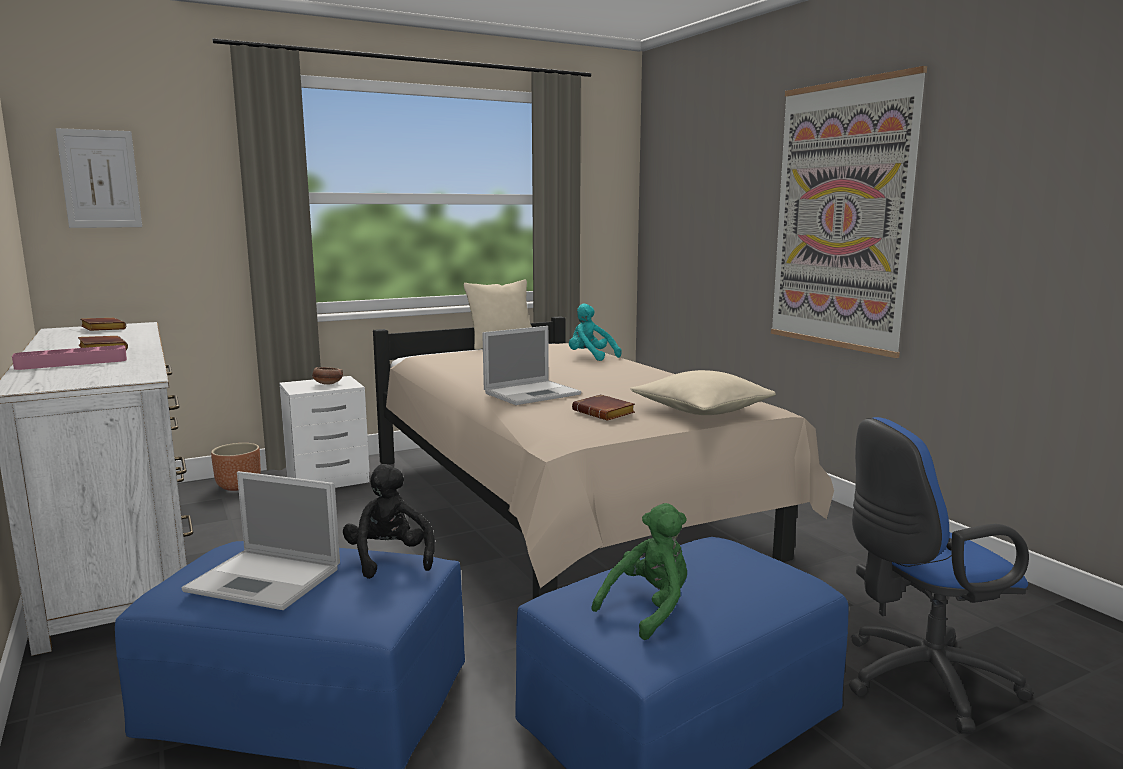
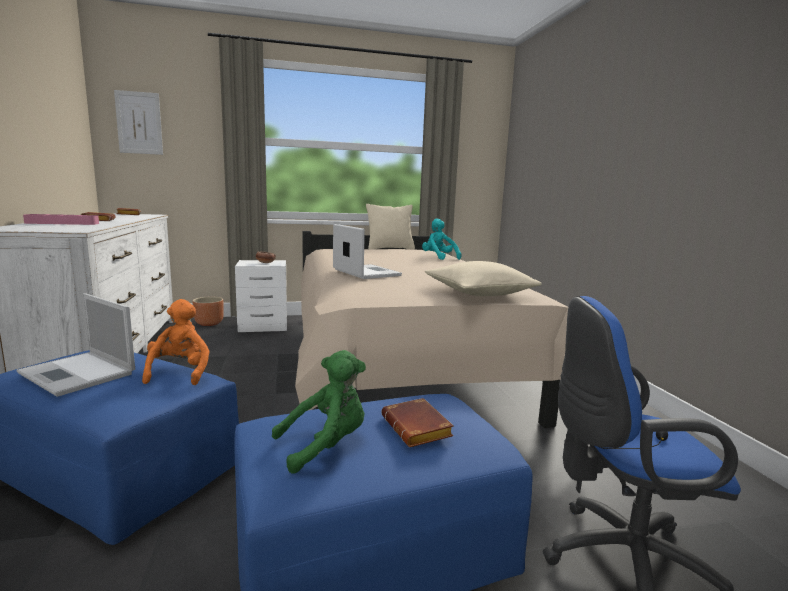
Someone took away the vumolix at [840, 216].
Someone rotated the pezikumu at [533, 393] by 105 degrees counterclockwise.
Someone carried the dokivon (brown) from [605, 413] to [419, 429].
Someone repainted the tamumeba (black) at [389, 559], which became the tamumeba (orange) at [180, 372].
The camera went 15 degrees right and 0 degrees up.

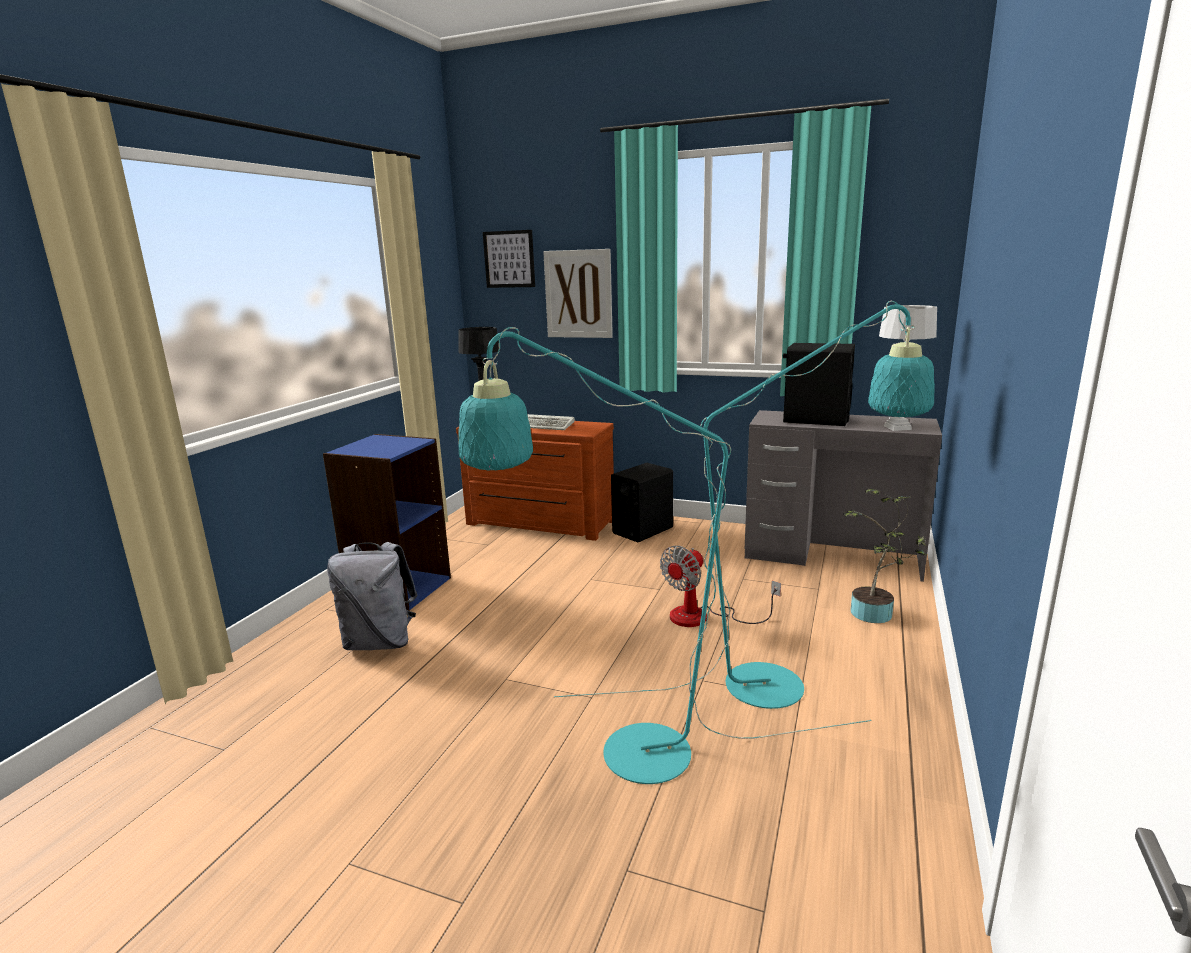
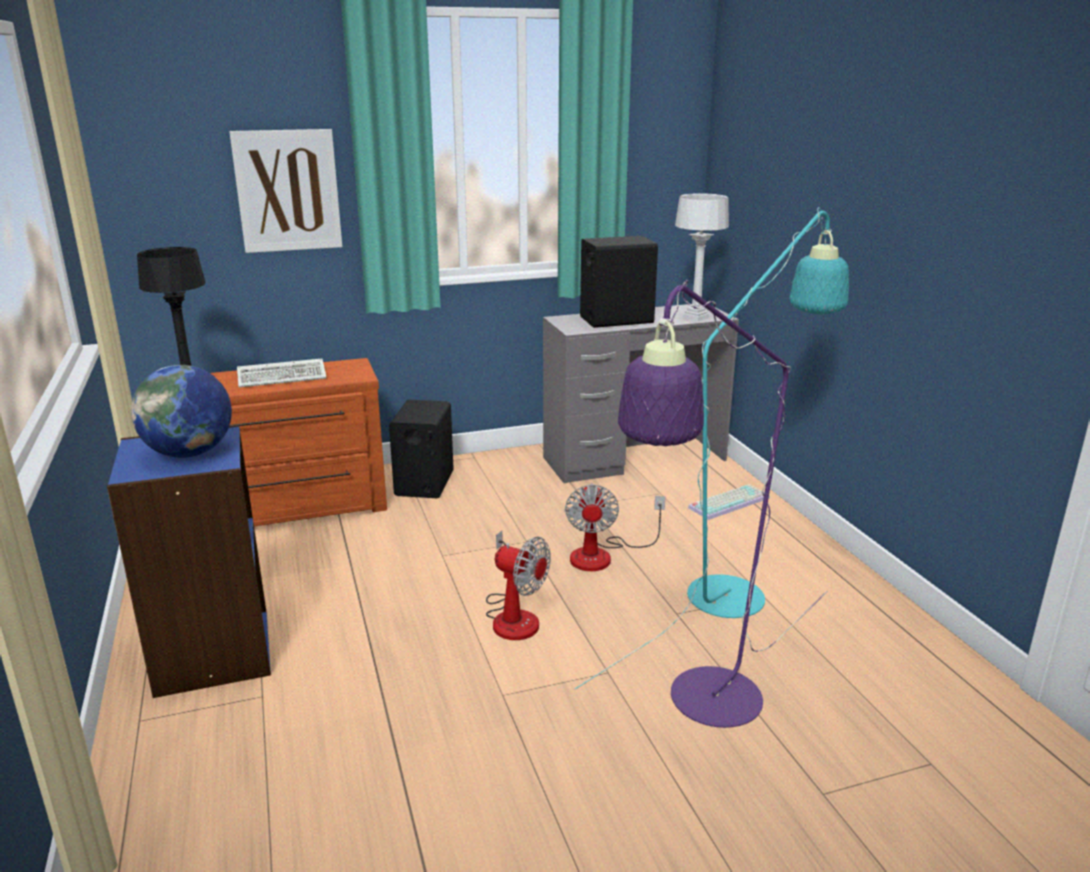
Someone took away the vumolix at [509, 259].
Someone repainted the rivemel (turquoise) at [623, 756], which became the rivemel (purple) at [703, 709].
Someone swapped the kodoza at [876, 614] for the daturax at [728, 502].
Someone took away the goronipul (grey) at [380, 642].
Someone put down the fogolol at [189, 453].
Someone put down the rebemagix at [513, 615].
The camera went 40 degrees left and 5 degrees up.

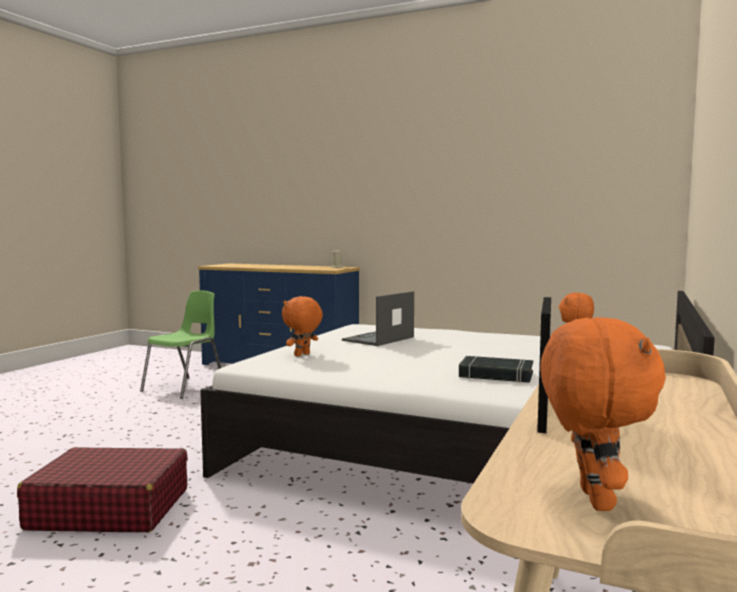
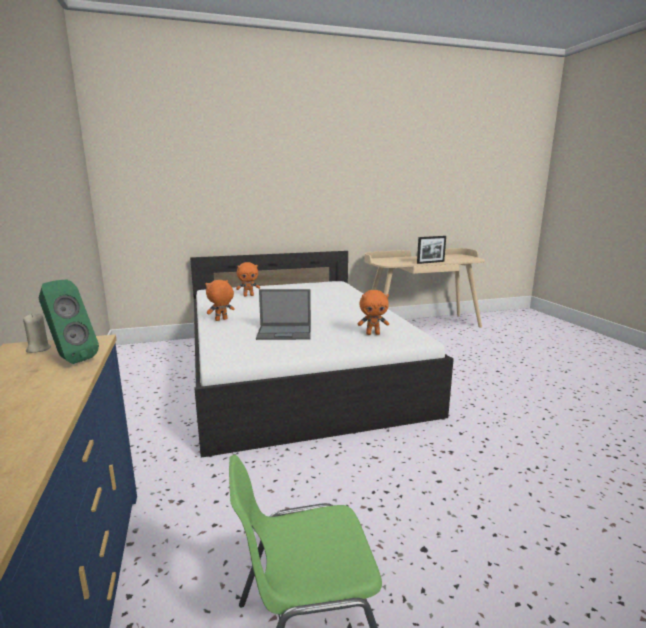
Someone carried the tamumeba (orange) from [591, 499] to [221, 320].
Someone took away the dokivon (black) at [496, 375].
Someone took away the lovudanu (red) at [109, 509].
Someone put down the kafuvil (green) at [70, 359].
The camera went 130 degrees left and 10 degrees up.

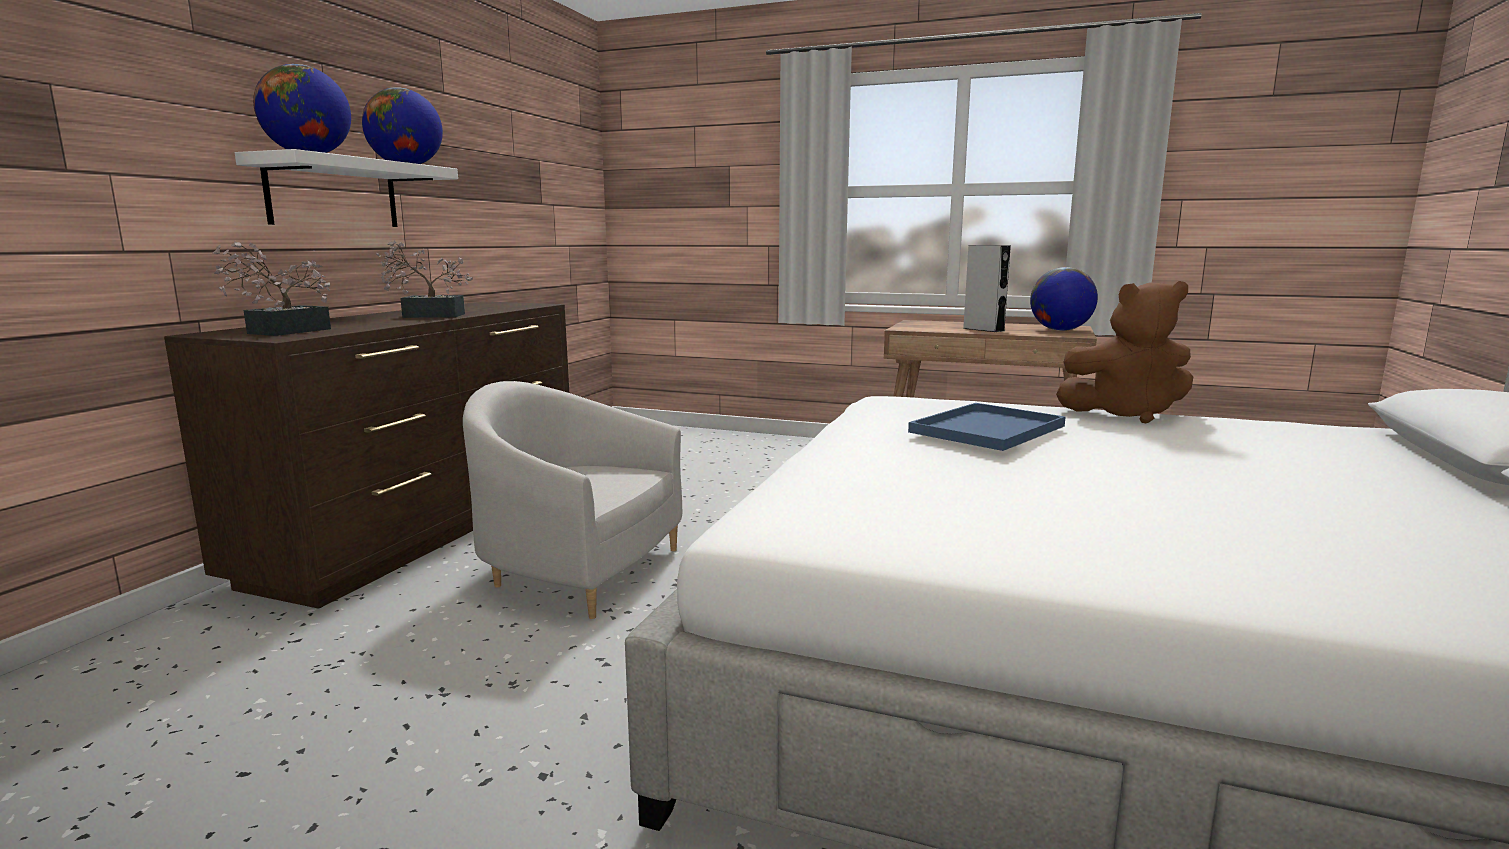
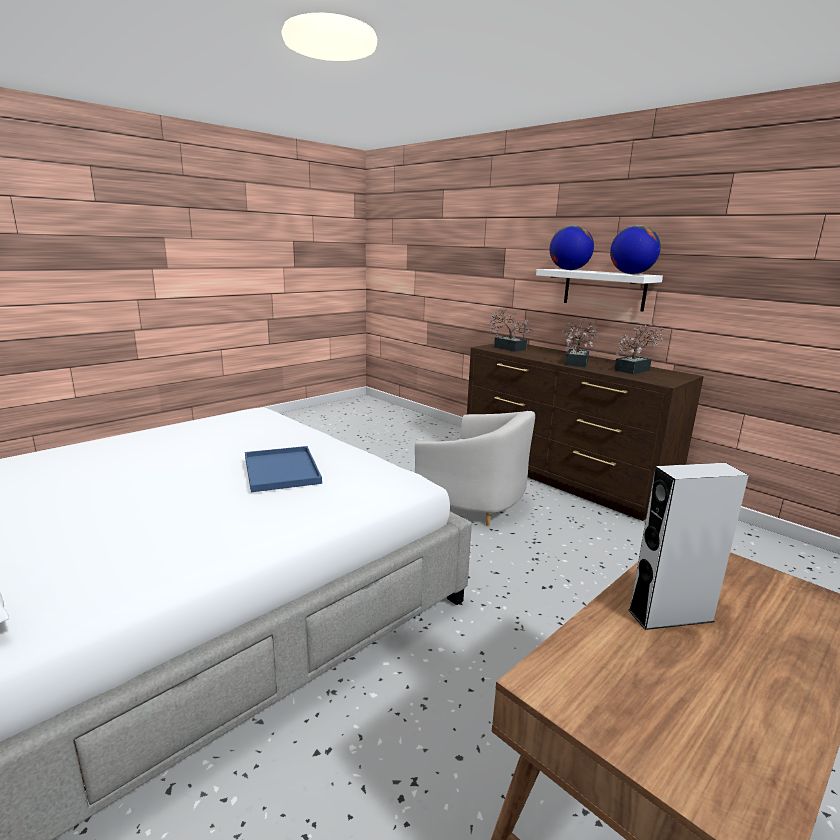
Someone took away the fogolol at [1060, 330].
Someone took away the tamumeba (brown) at [1125, 414].
Someone rotated the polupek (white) at [577, 570] by 75 degrees clockwise.
Someone put down the kodoza at [634, 369].
The camera went 115 degrees right and 5 degrees up.

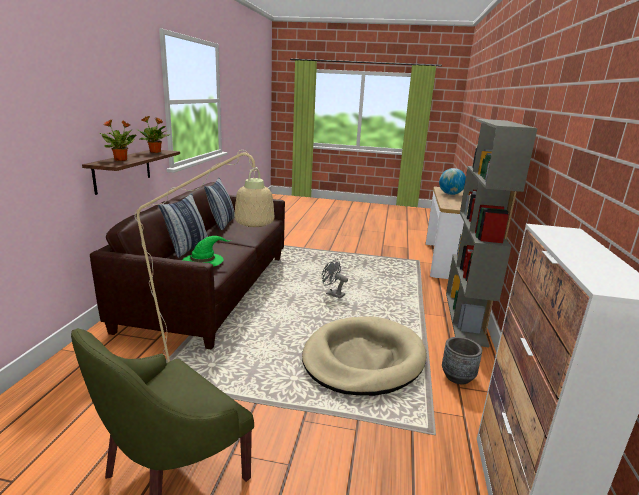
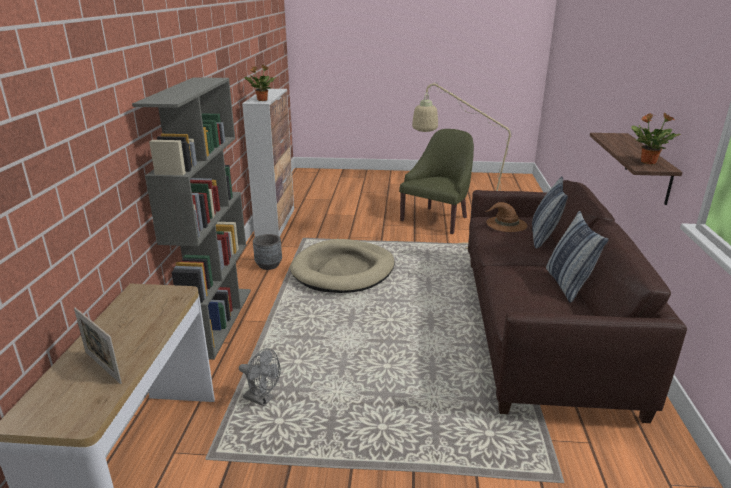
Someone carried the kodoza from [121, 160] to [262, 100].
Someone swapped the fogolol at [450, 194] for the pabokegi at [103, 367].
Someone repainted the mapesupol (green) at [203, 260], which became the mapesupol (brown) at [506, 224].
Someone carried the rebemagix (grey) from [332, 294] to [262, 399].
The camera went 175 degrees right and 5 degrees up.

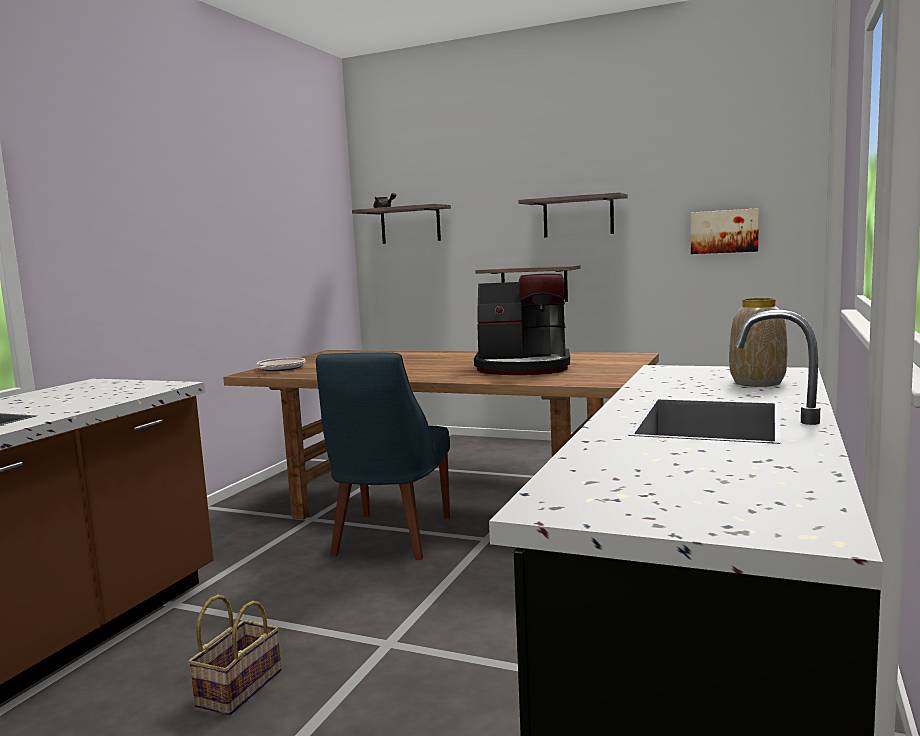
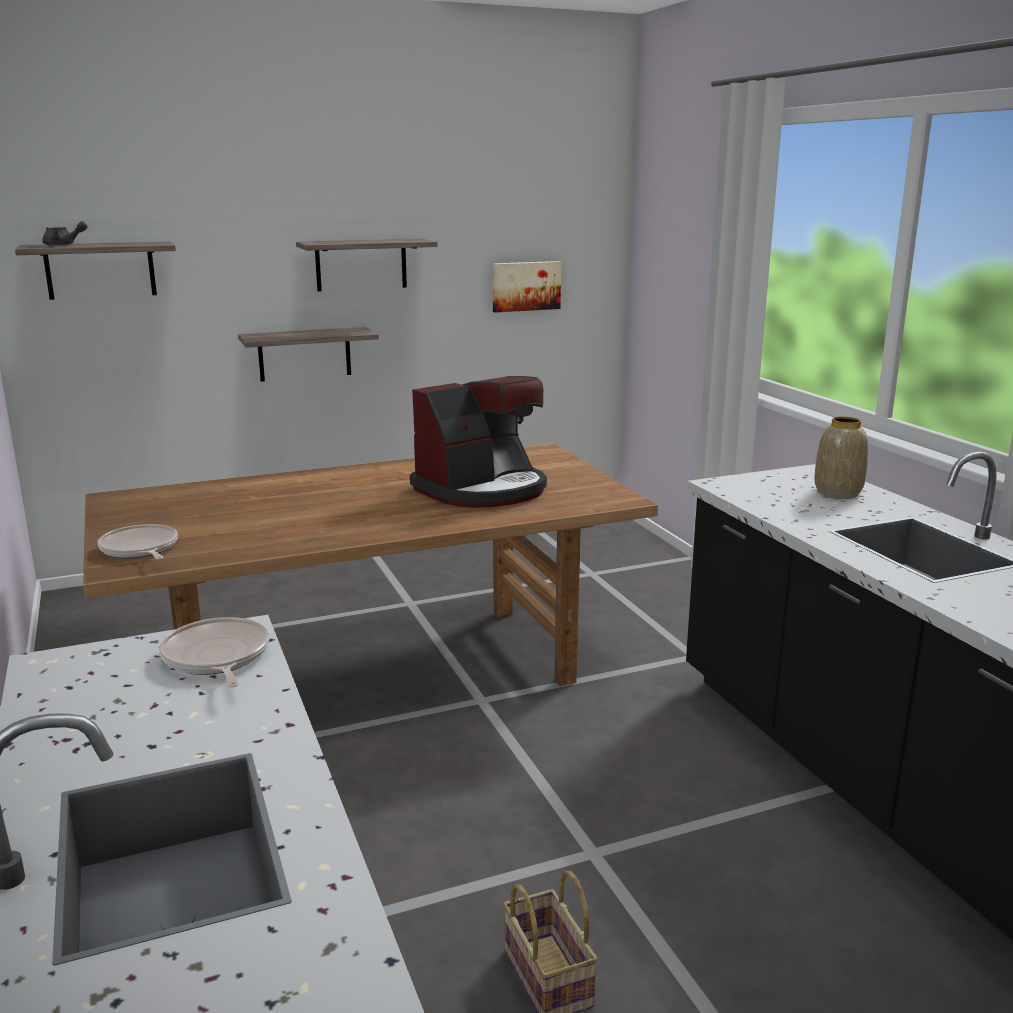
Someone took away the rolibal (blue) at [389, 538].
Someone put down the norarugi at [216, 658].
The camera went 45 degrees left and 10 degrees up.

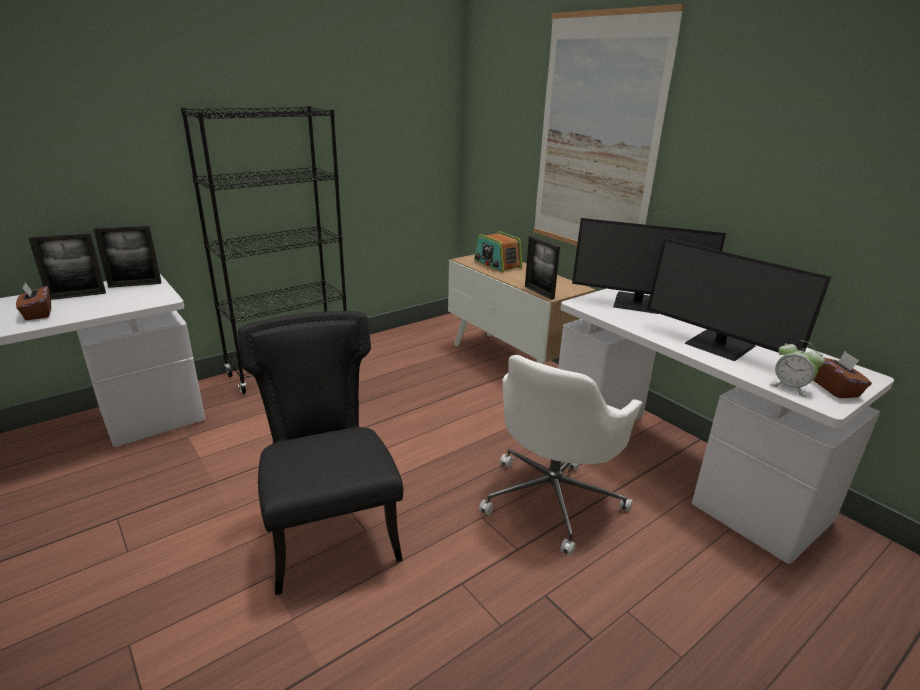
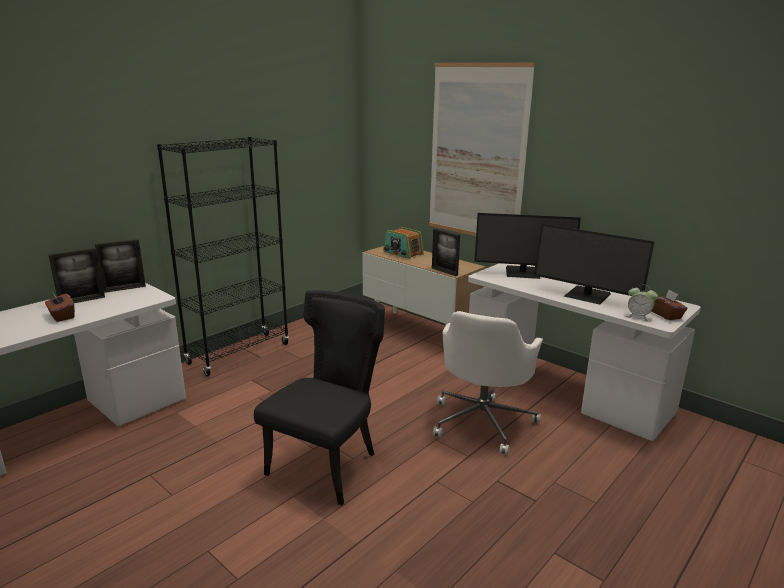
Someone rotated the rolibal (black) at [331, 534] by 60 degrees clockwise.
The camera went 10 degrees left and 5 degrees down.

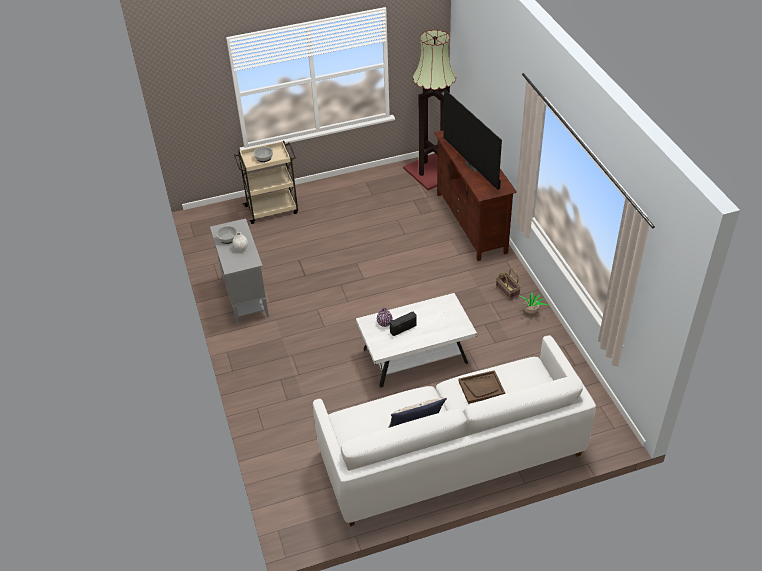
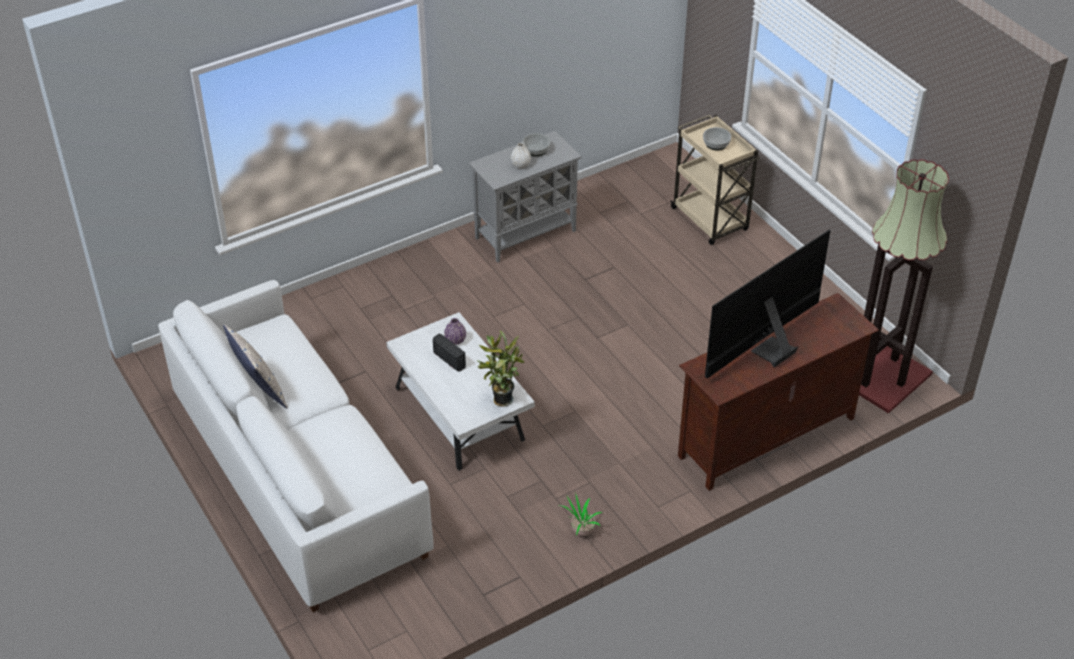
Someone took away the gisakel at [508, 291].
Someone took away the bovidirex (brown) at [481, 387].
Someone put down the kodoza at [500, 399].
The camera went 75 degrees right and 0 degrees up.

